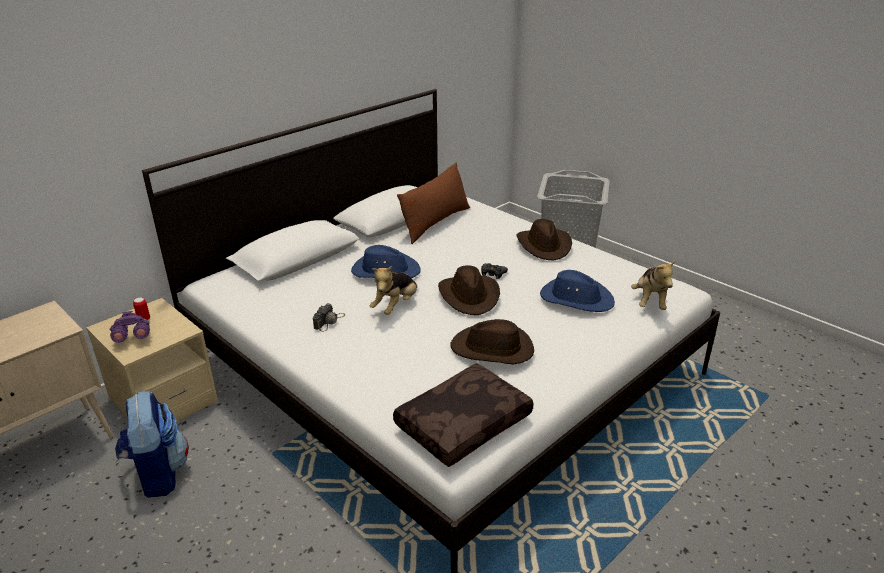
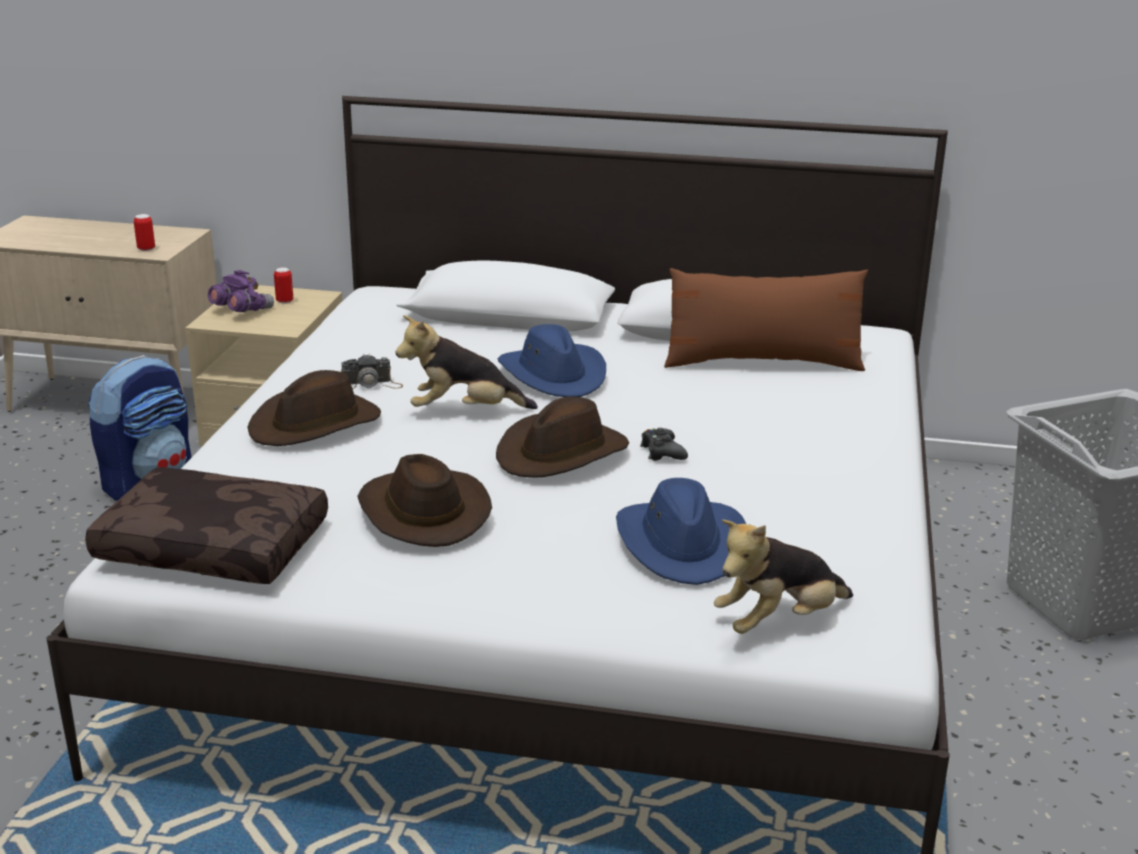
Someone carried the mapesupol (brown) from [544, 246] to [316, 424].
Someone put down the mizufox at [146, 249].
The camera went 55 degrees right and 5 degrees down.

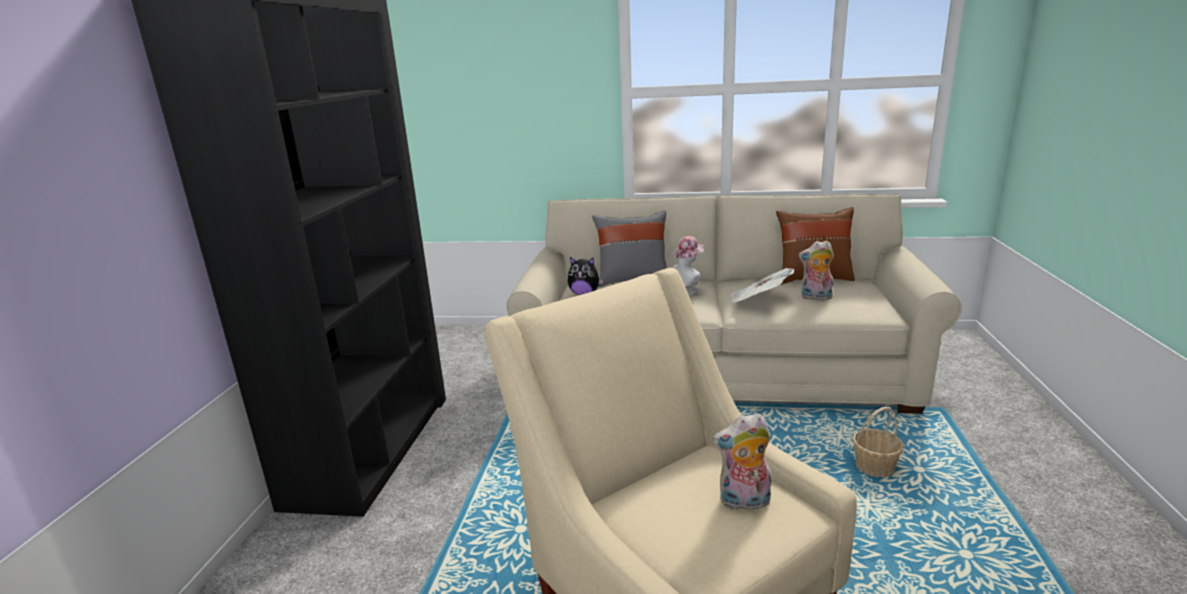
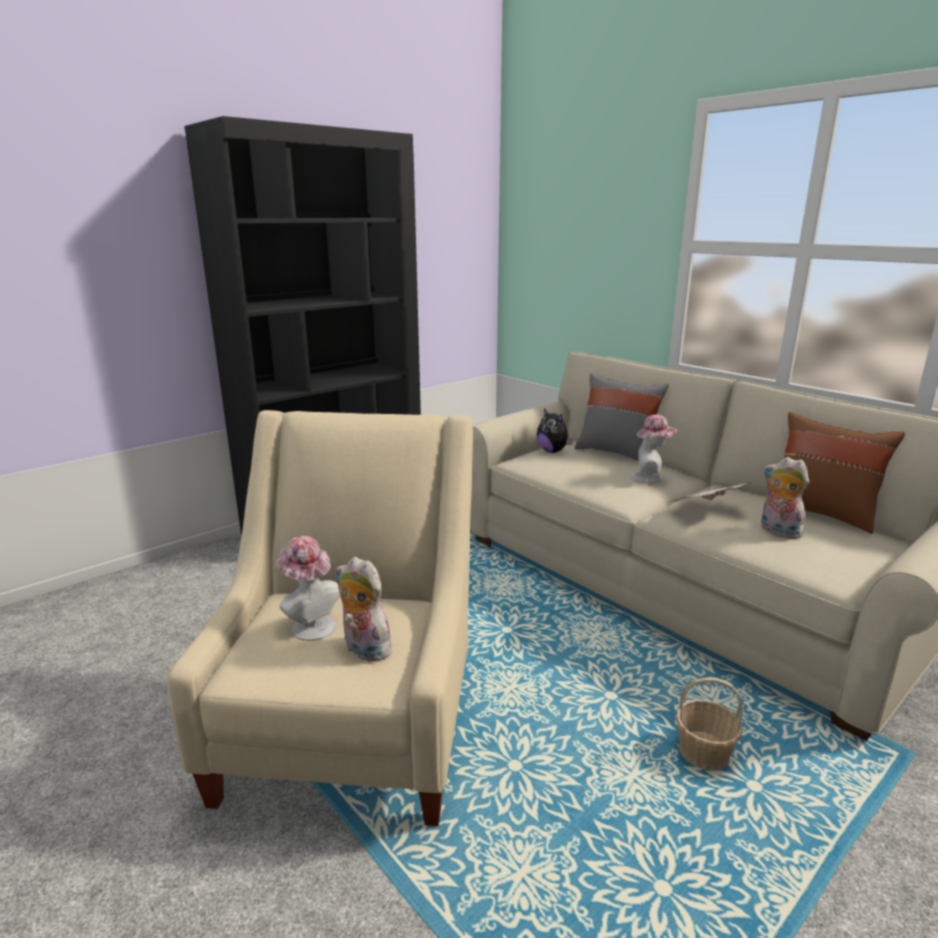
Someone put down the mapesupol at [310, 625].
The camera went 40 degrees right and 0 degrees up.

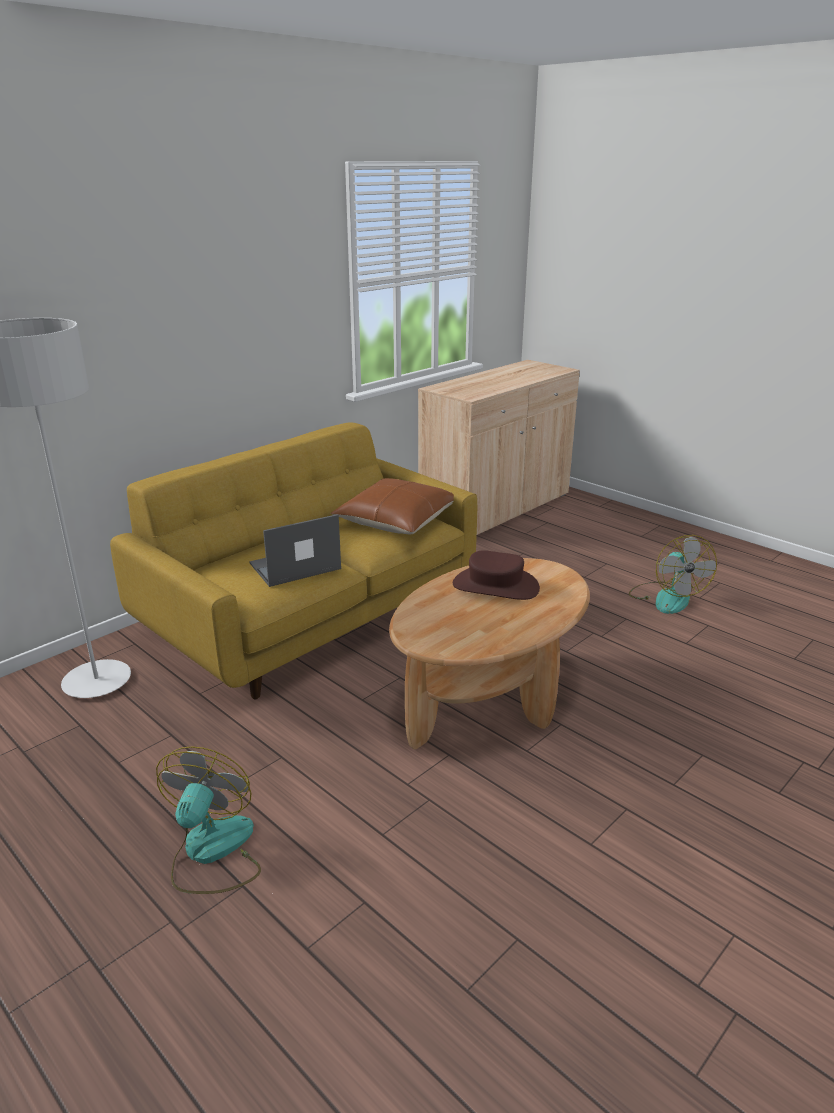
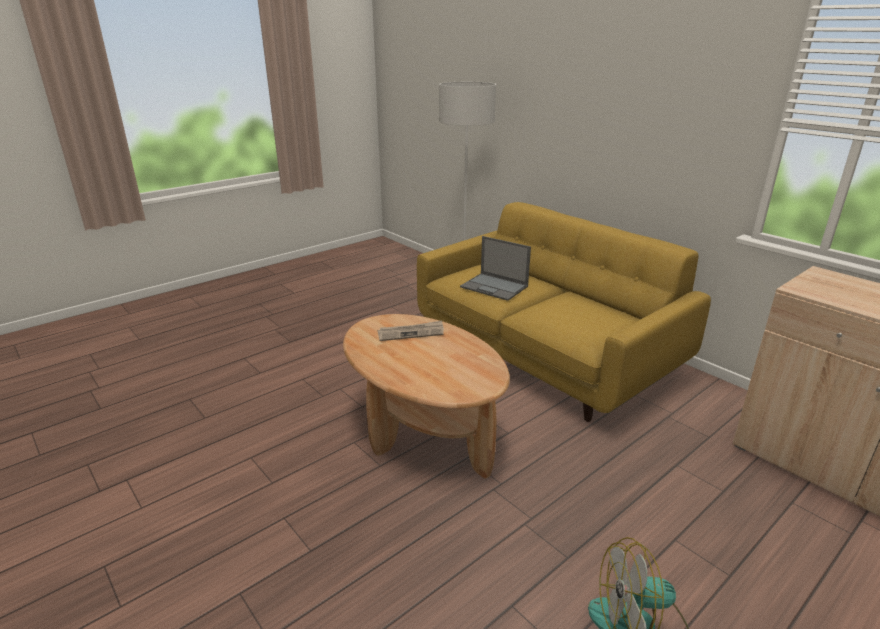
Someone took away the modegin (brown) at [396, 520].
Someone rotated the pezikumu at [294, 567] by 150 degrees clockwise.
Someone took away the mapesupol (brown) at [495, 586].
Someone took away the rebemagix at [212, 852].
Someone put down the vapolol at [411, 333].
The camera went 95 degrees right and 0 degrees up.

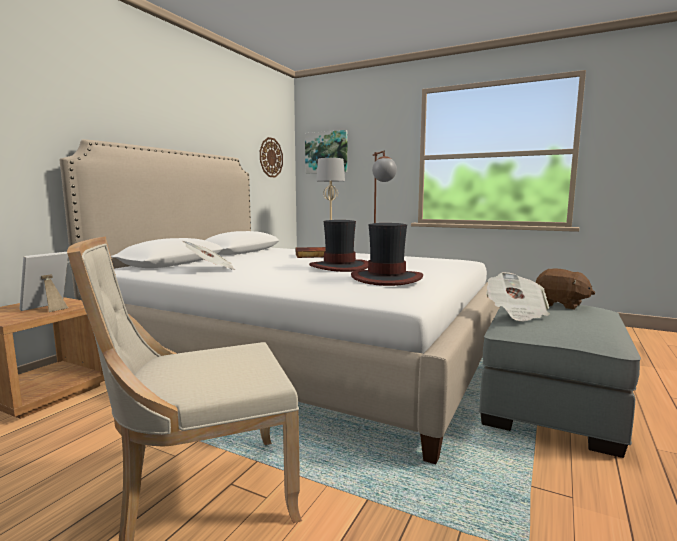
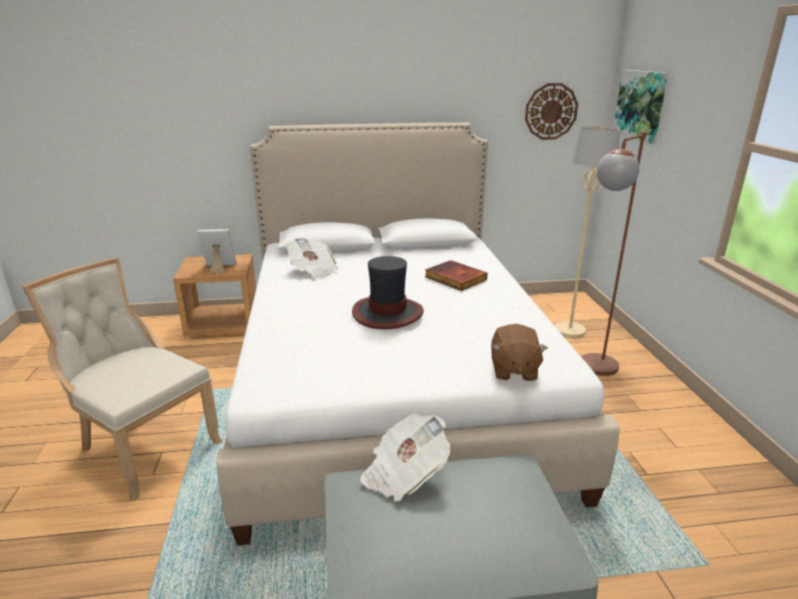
Someone took away the mapesupol at [386, 278].
Someone carried the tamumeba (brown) from [560, 305] to [513, 370].
The camera went 55 degrees right and 15 degrees up.

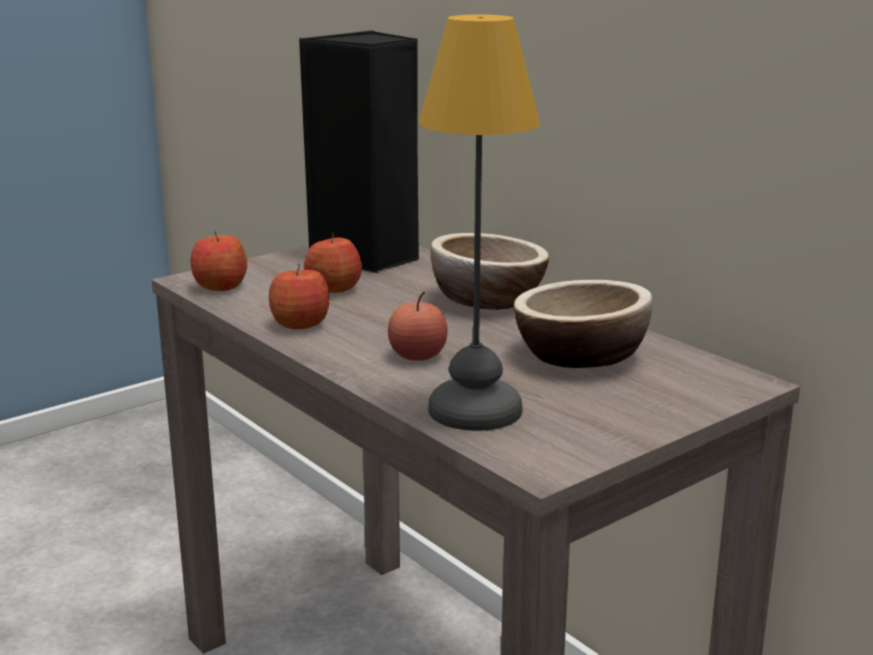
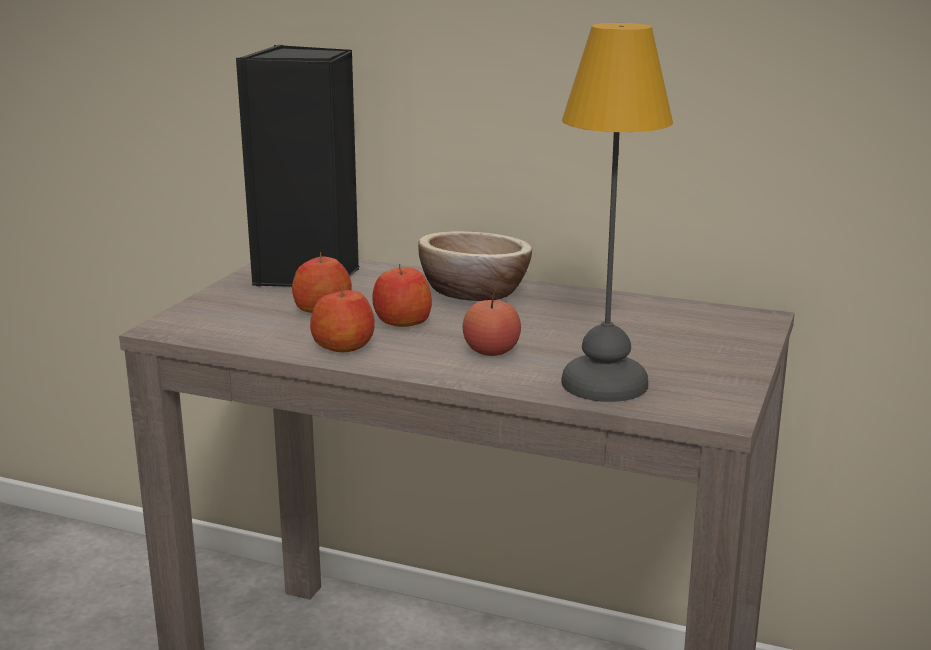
Someone carried the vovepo from [220, 286] to [402, 322].
Someone took away the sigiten at [581, 356].
The camera went 30 degrees left and 0 degrees up.

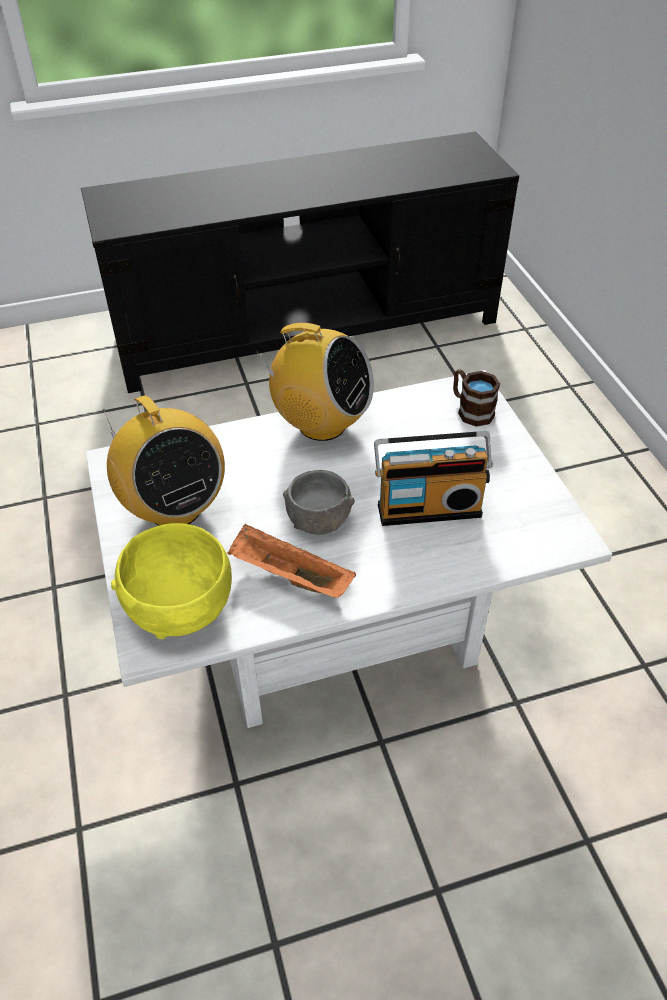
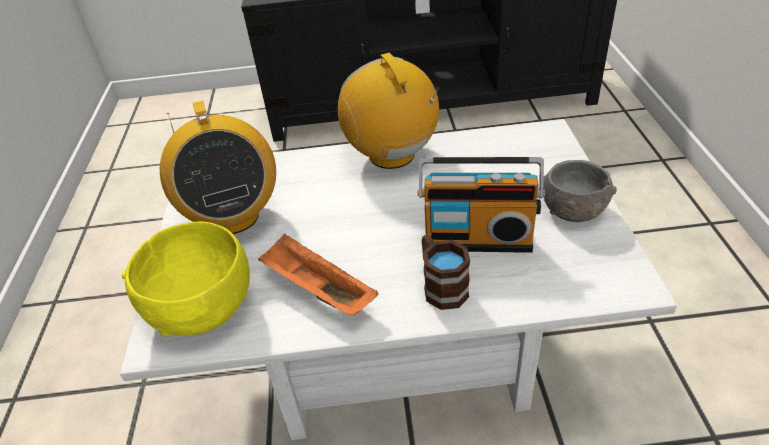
Someone rotated the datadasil at [321, 424] by 150 degrees counterclockwise.
Someone carried the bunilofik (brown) from [470, 410] to [441, 285].
Someone carried the sigiten (grey) from [319, 519] to [573, 209].
The camera went 15 degrees right and 5 degrees down.

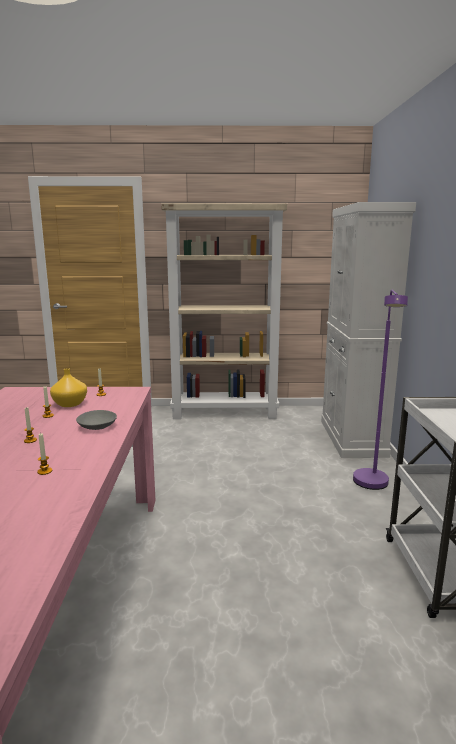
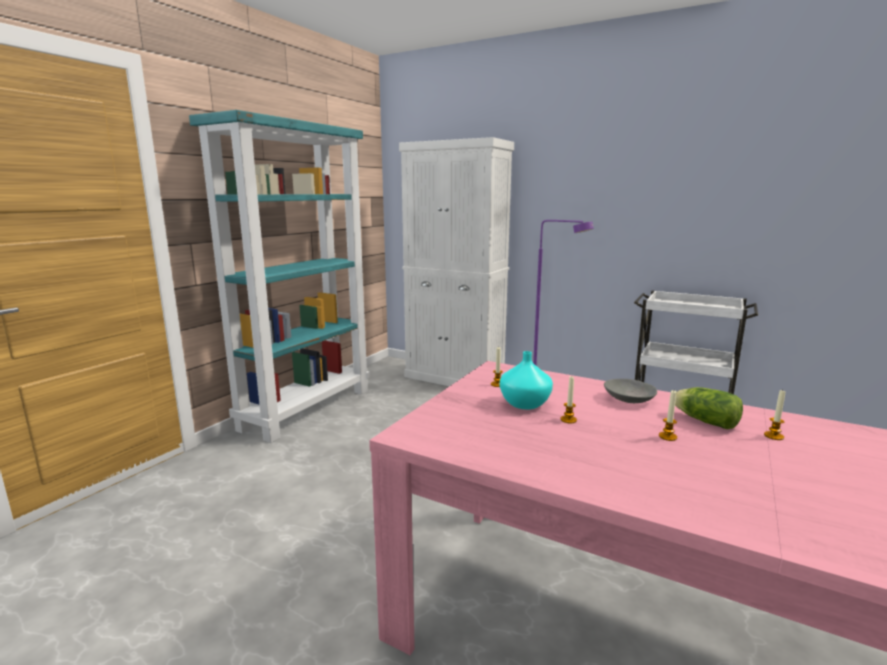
Someone repainted the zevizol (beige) at [225, 412], which became the zevizol (turquoise) at [307, 408].
Someone repainted the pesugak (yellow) at [70, 404], which became the pesugak (turquoise) at [526, 404].
Someone put down the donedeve at [703, 421].
The camera went 60 degrees left and 0 degrees up.

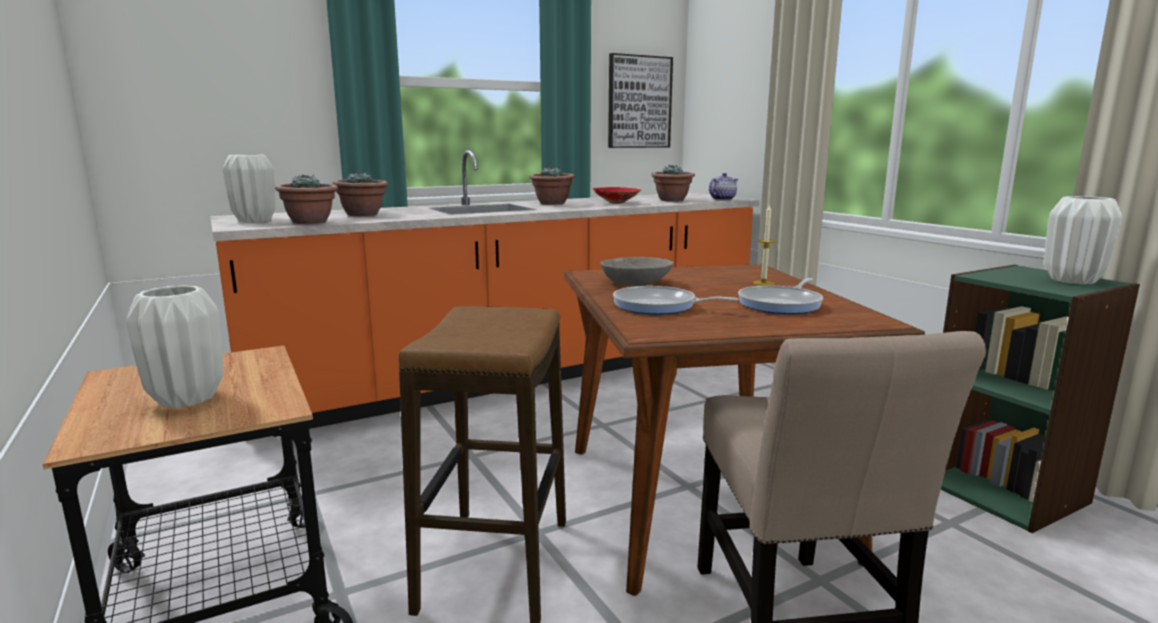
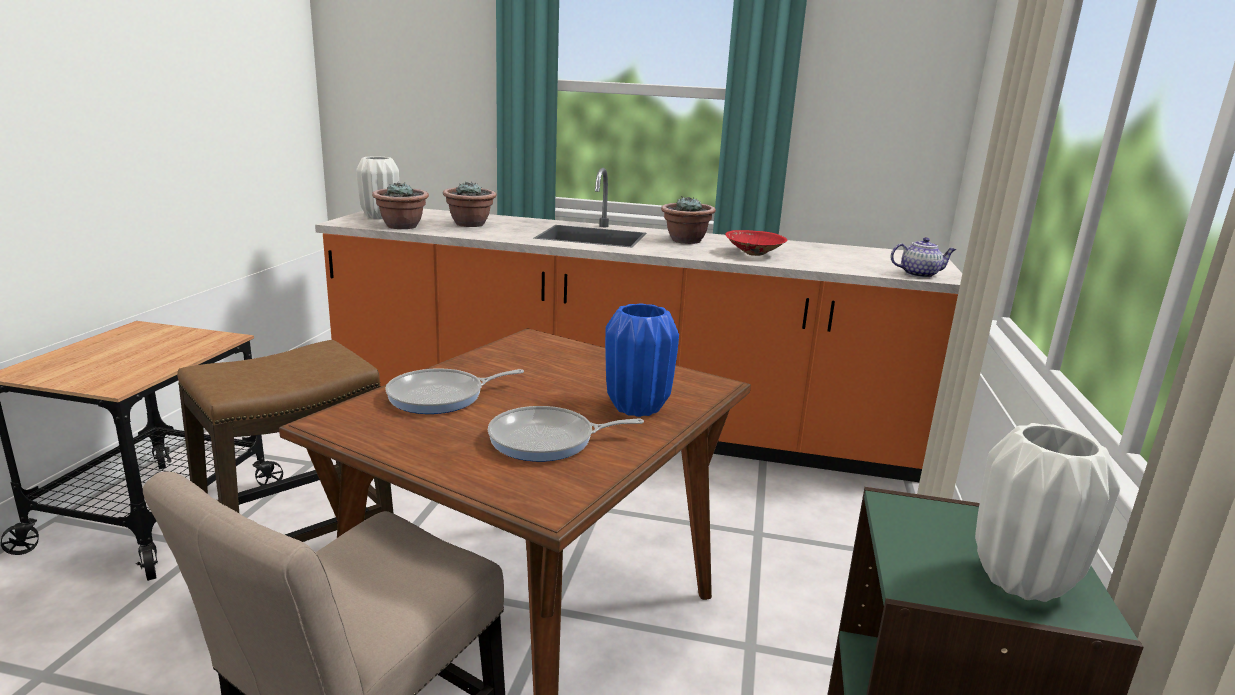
Someone took away the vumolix at [639, 102].
Someone took away the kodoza at [672, 200].
Someone swapped the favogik at [763, 283] for the pesugak (blue) at [636, 408].
Someone took away the sigiten (grey) at [636, 283].
Someone took away the pesugak (white) at [188, 398].
Someone rotated the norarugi at [659, 306] by 90 degrees counterclockwise.
The camera went 40 degrees right and 5 degrees up.

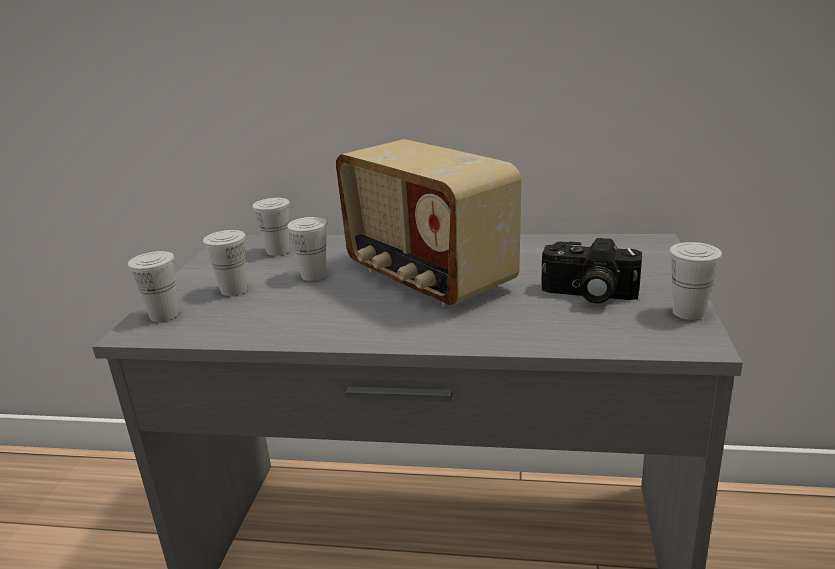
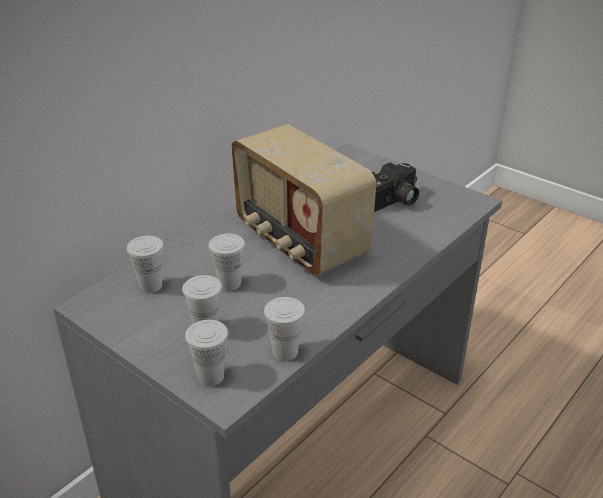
Someone rotated the datadasil at [426, 278] by 60 degrees clockwise.
Someone carried the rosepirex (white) from [688, 312] to [285, 352].
The camera went 60 degrees left and 10 degrees up.

